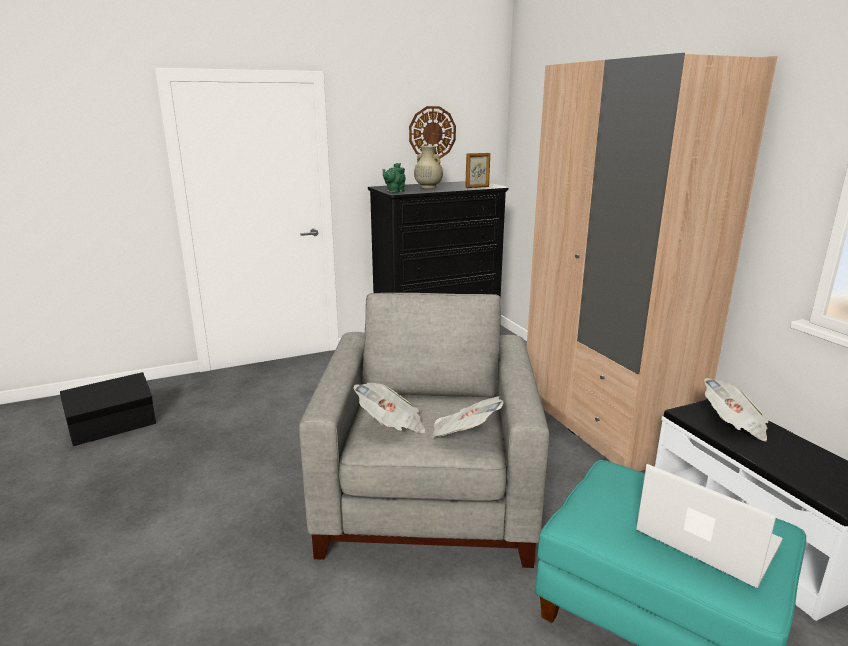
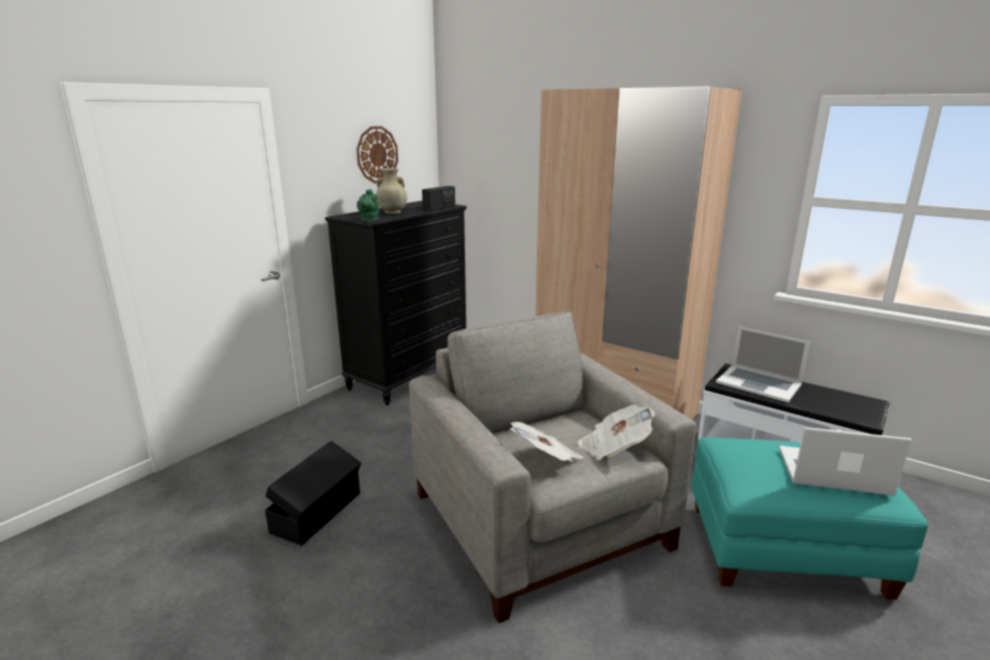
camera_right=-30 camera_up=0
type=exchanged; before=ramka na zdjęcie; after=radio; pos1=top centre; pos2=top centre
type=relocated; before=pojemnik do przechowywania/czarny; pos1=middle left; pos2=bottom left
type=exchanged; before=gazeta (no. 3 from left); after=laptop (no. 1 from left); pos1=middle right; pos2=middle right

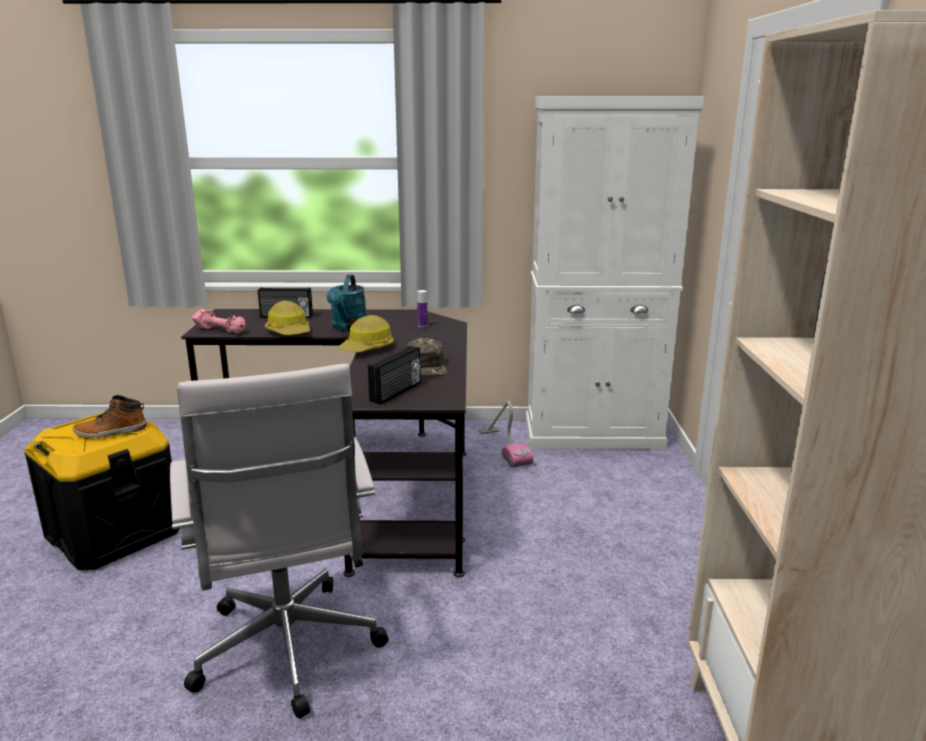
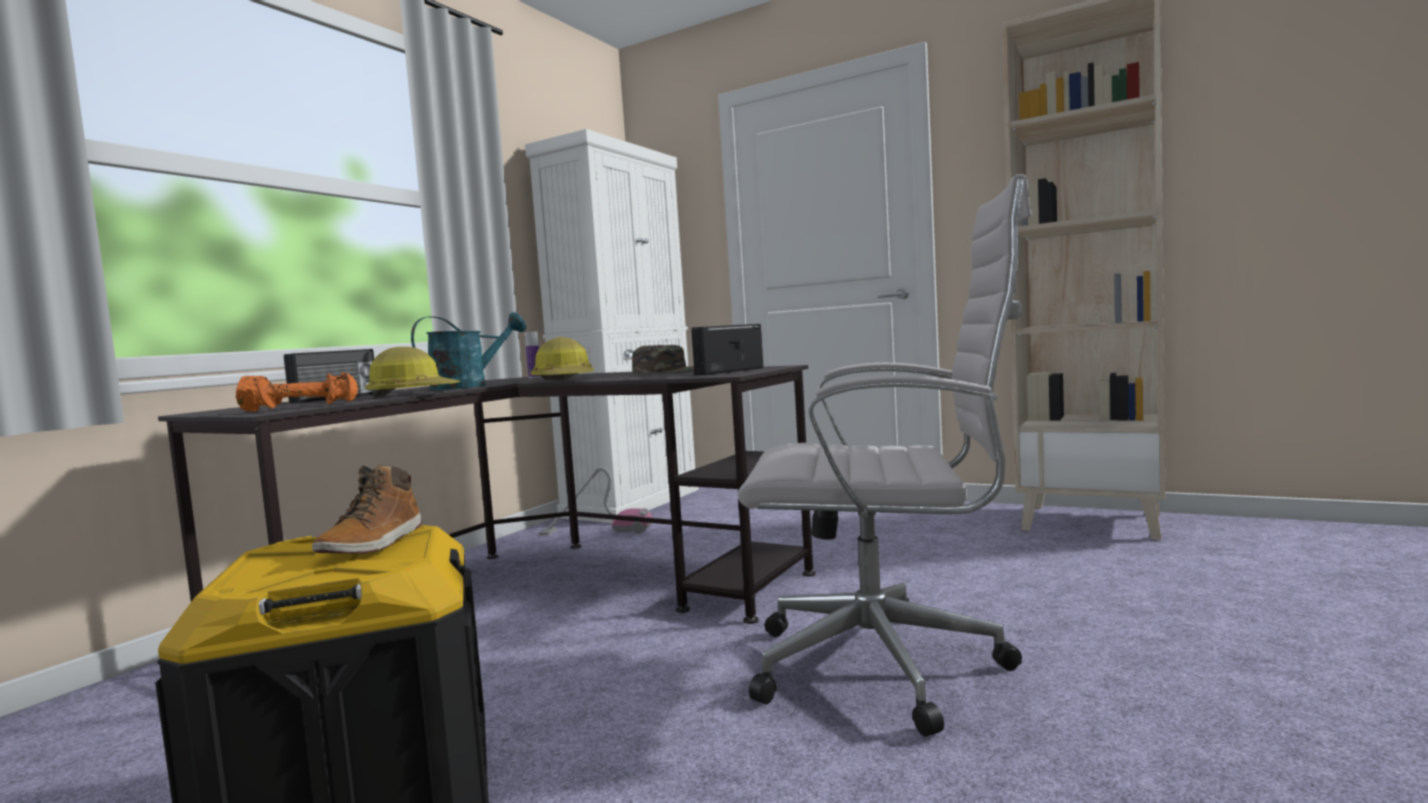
camera_right=-60 camera_up=-15
type=spun; before=konewka/turkusowy; pos1=centre; pos2=middle left; turn=-75
type=colour; before=hantel/różowy; after=hantel/pomarańczowy; pos1=middle left; pos2=middle left
type=spun; before=radio (no. 2 from left); pos1=centre; pos2=centre; turn=-105

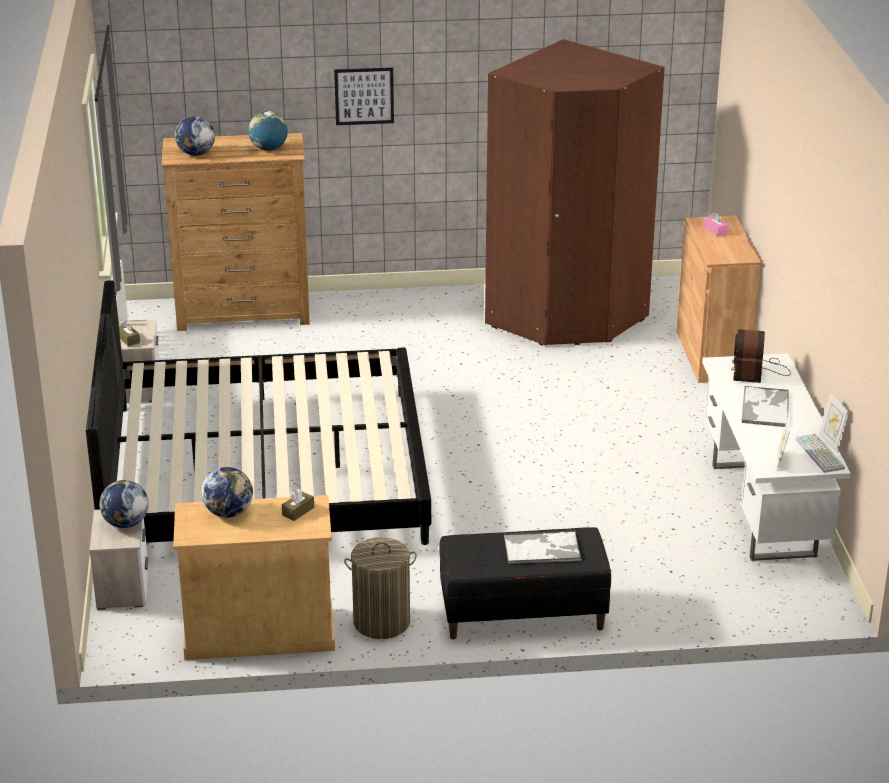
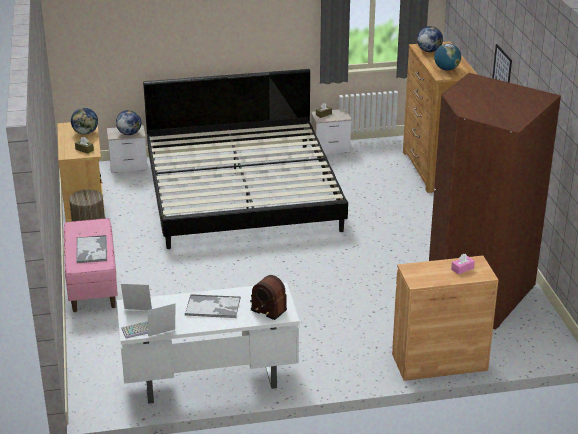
camera_right=85 camera_up=0
type=spun; before=radio; pos1=middle right; pos2=bottom centre; turn=-150
type=colour; before=ławka/czarny; after=ławka/różowy; pos1=bottom centre; pos2=middle left

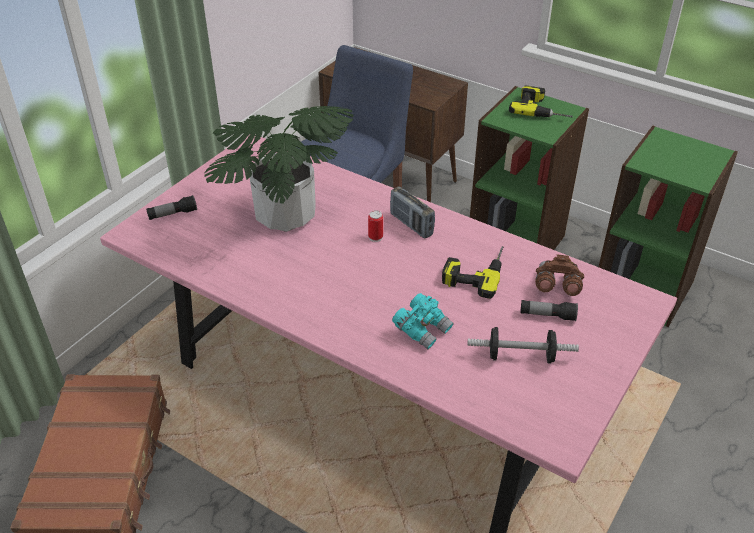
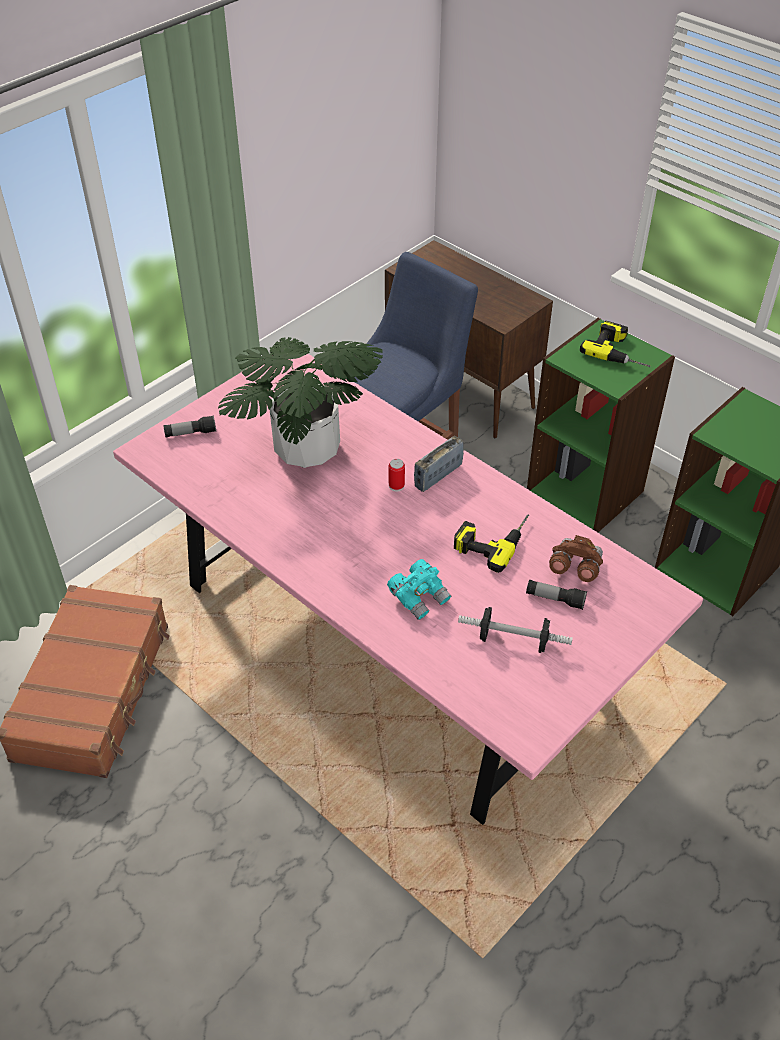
camera_right=10 camera_up=5
type=spun; before=radio; pos1=centre; pos2=centre; turn=75

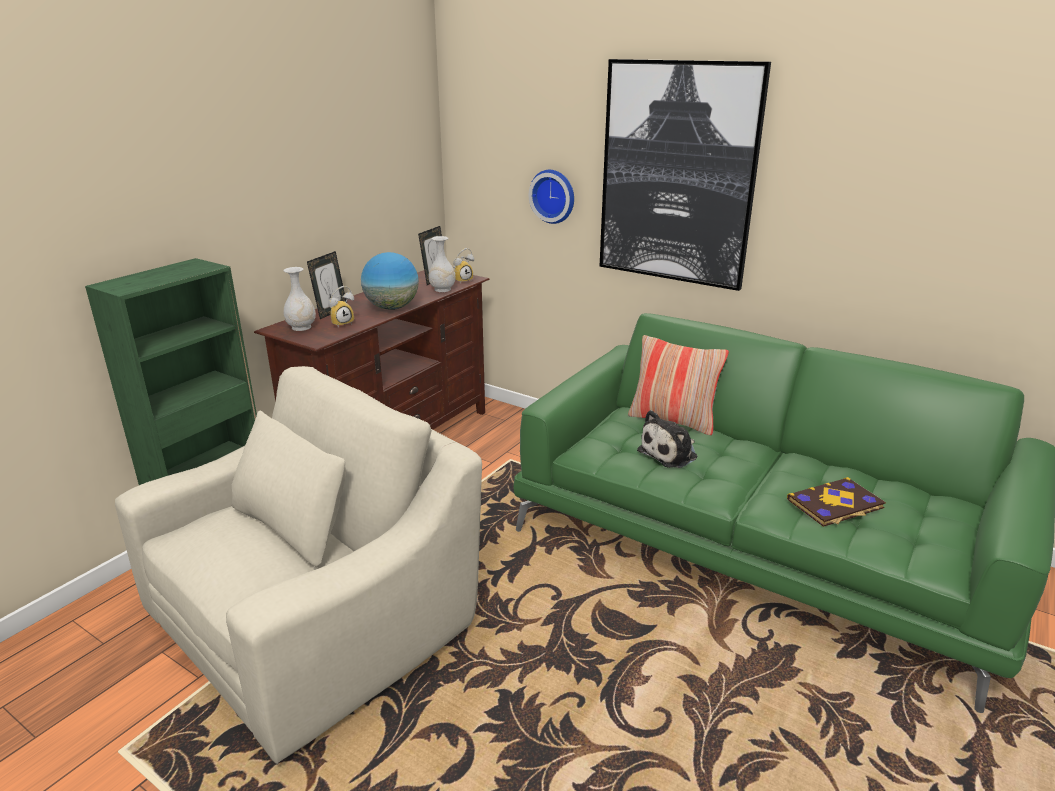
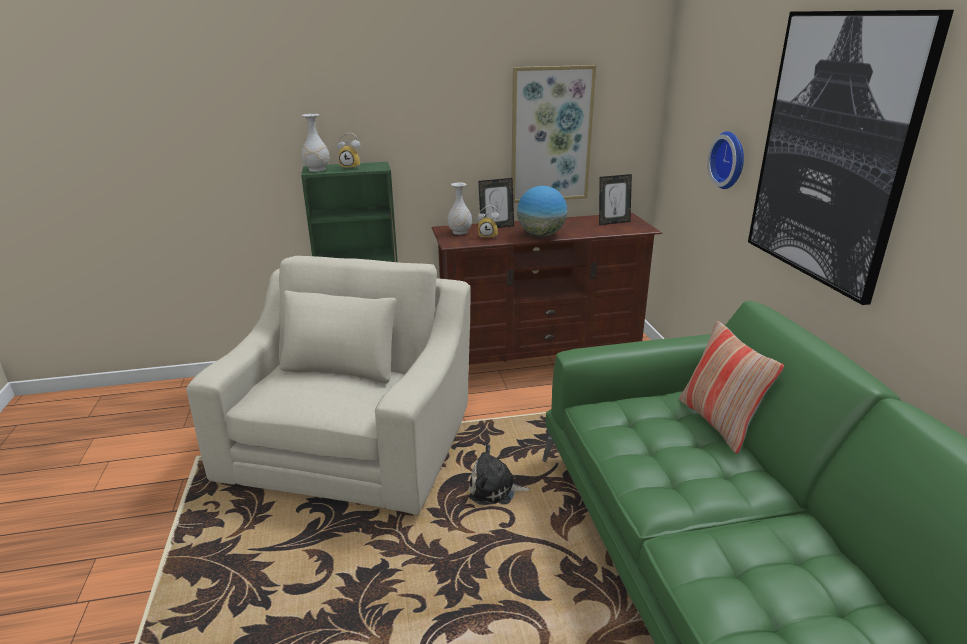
camera_right=45 camera_up=0
type=relocated; before=wazon/biały (no. 2 from left in the first image); after=wazon/biały (no. 1 from left); pos1=centre; pos2=top left
type=relocated; before=budzik (no. 2 from left in the first image); after=budzik (no. 1 from left); pos1=centre; pos2=top centre
type=spun; before=fotel/beżowy; pos1=bottom left; pos2=centre; turn=-75
type=relocated; before=pluszak; pos1=centre; pos2=bottom centre
type=missing; before=książka; pos1=middle right
type=appeared; after=obraz (no. 1 from left); pos2=top centre

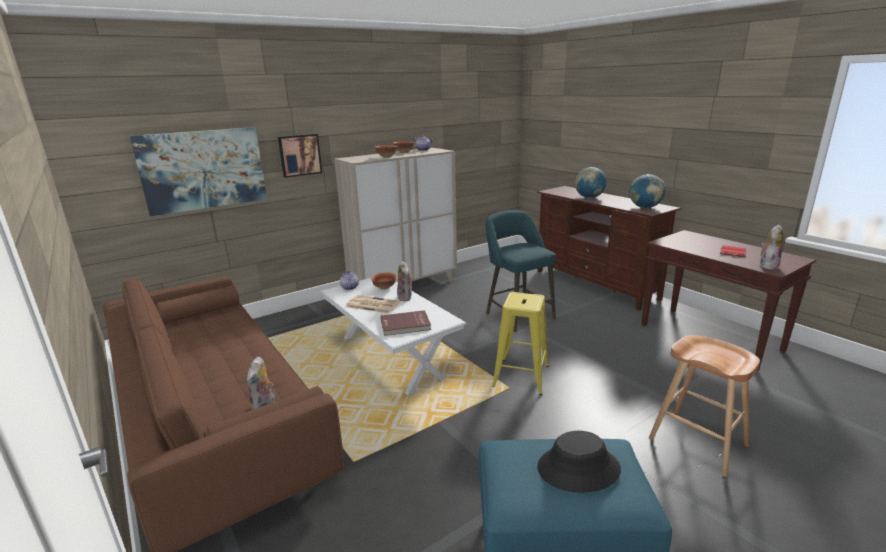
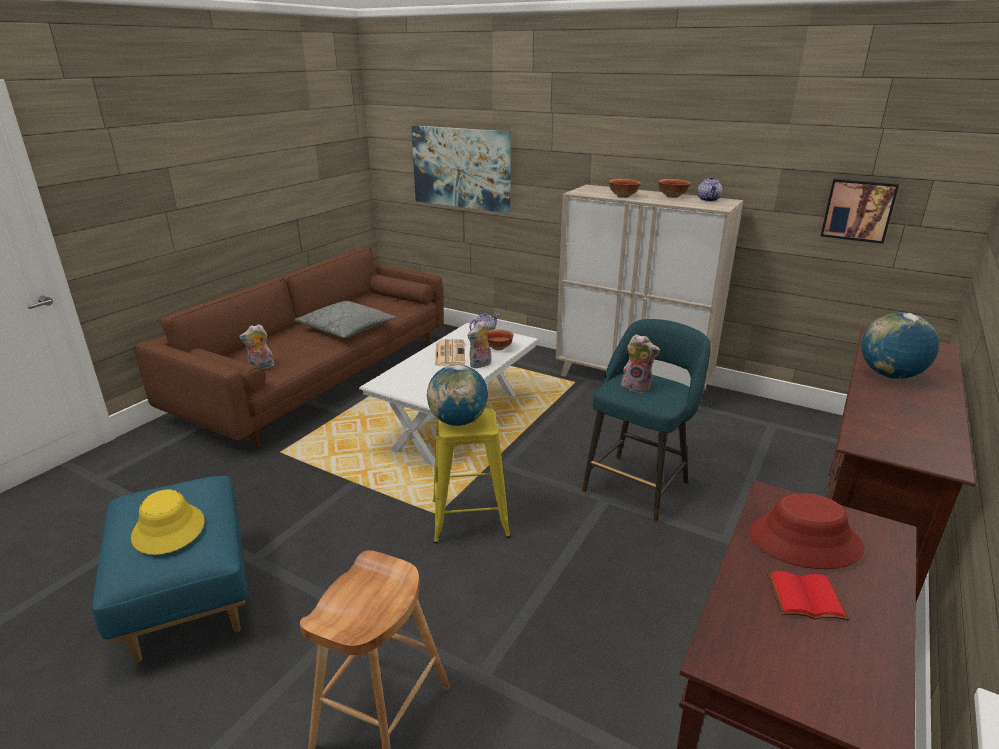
camera_right=65 camera_up=5
type=relocated; before=obraz (no. 2 from left); pos1=top centre; pos2=top right
type=relocated; before=globus (no. 2 from left in the first image); after=globus (no. 1 from left); pos1=middle right; pos2=centre
type=relocated; before=pluszak (no. 3 from left); pos1=middle right; pos2=centre
type=missing; before=książka/czerwony (no. 1 from left); pos1=centre
type=colour; before=kapelusz/czarny; after=kapelusz/żółty; pos1=bottom centre; pos2=bottom left
type=appeared; after=poduszka/szary; pos2=centre
type=appeared; after=kapelusz/czerwony; pos2=bottom right

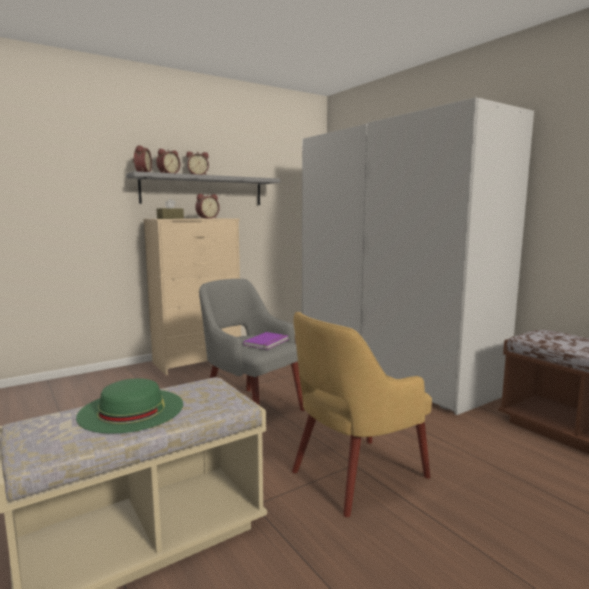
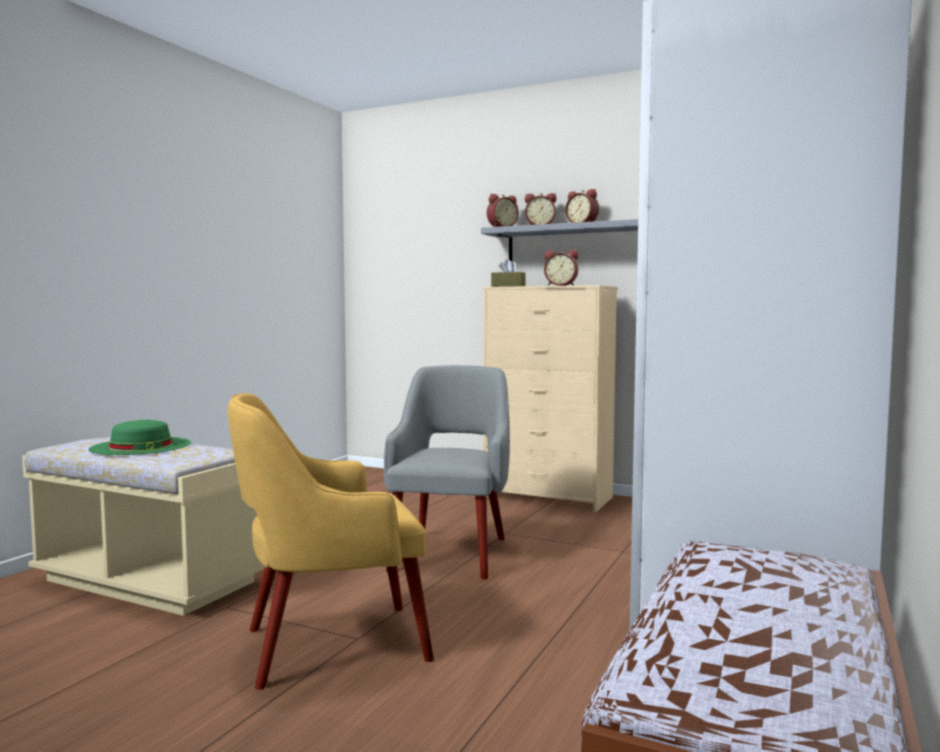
camera_right=60 camera_up=-5
type=spun; before=fotel/żółty; pos1=bottom centre; pos2=bottom centre; turn=-45
type=missing; before=książka/fioletowy; pos1=centre

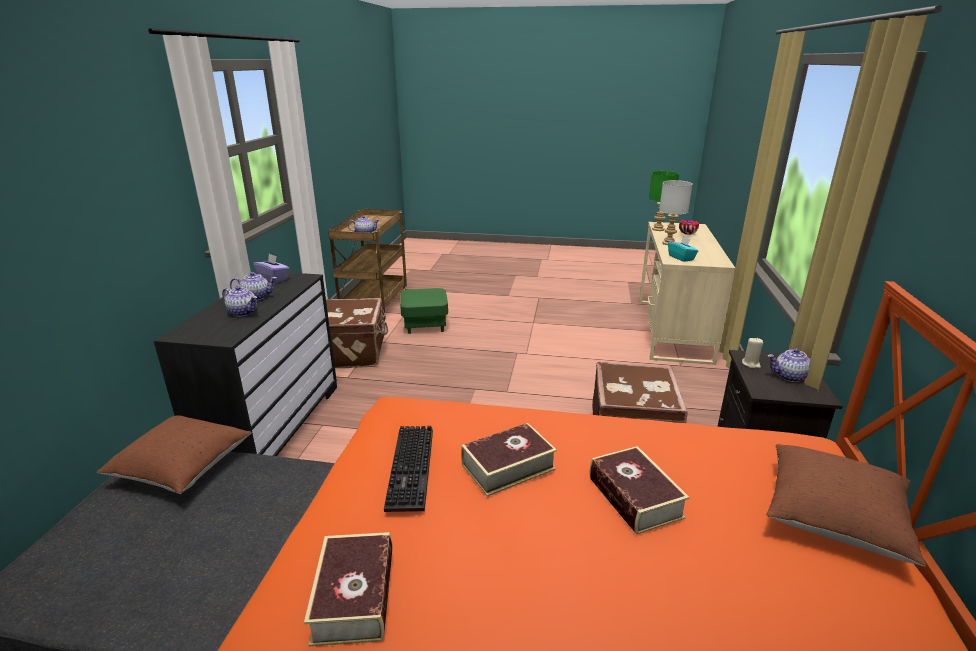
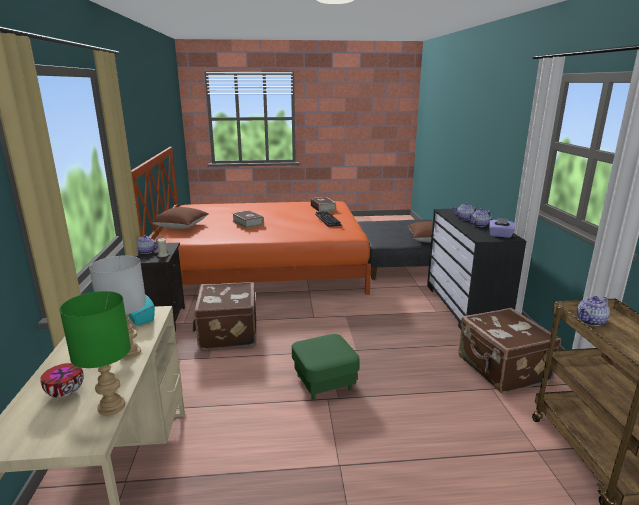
camera_right=165 camera_up=-5
type=relocated; before=pufa/zielony; pos1=centre; pos2=bottom centre
type=missing; before=książka (no. 2 from left); pos1=bottom centre

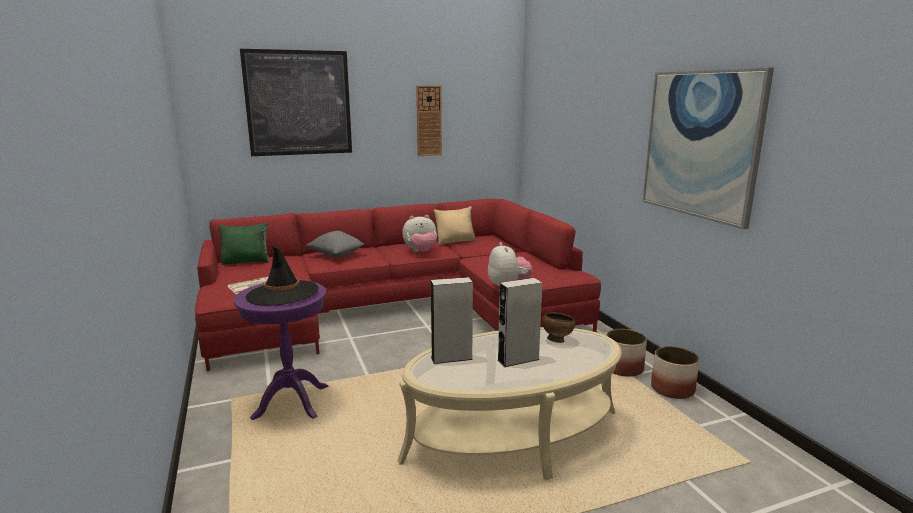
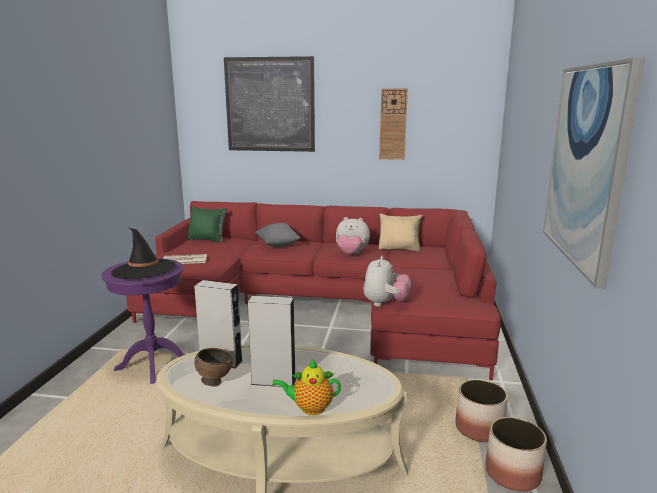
camera_right=30 camera_up=0
type=relocated; before=miska/brązowy; pos1=centre; pos2=bottom left
type=appeared; after=imbryk; pos2=bottom centre

